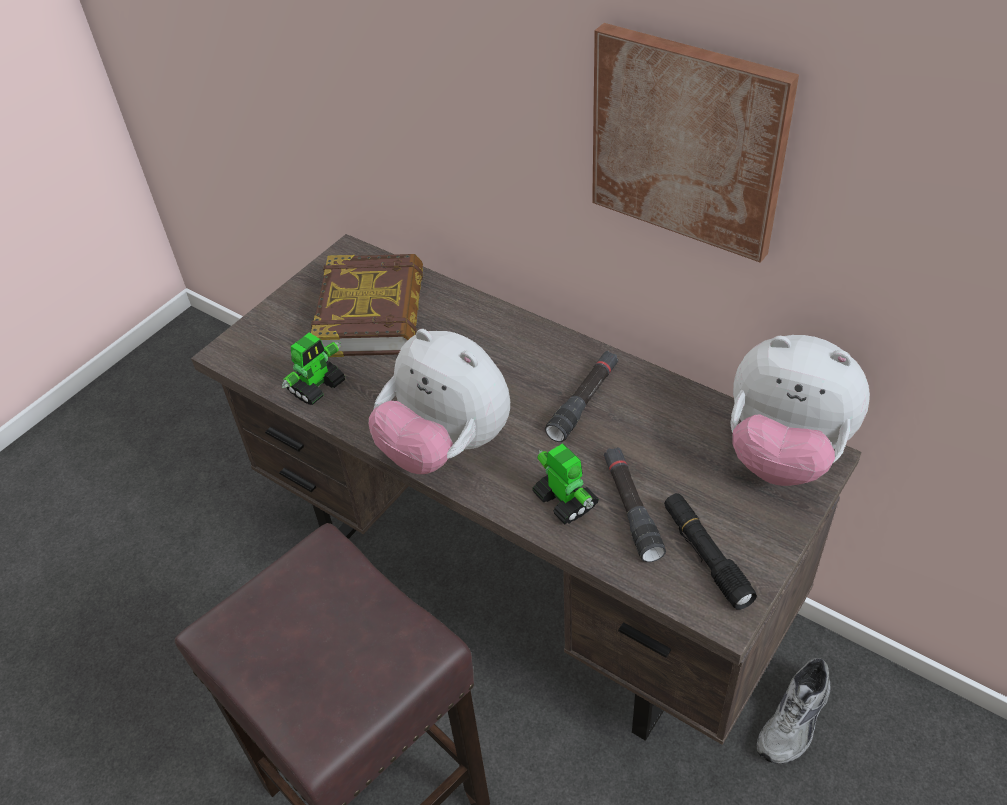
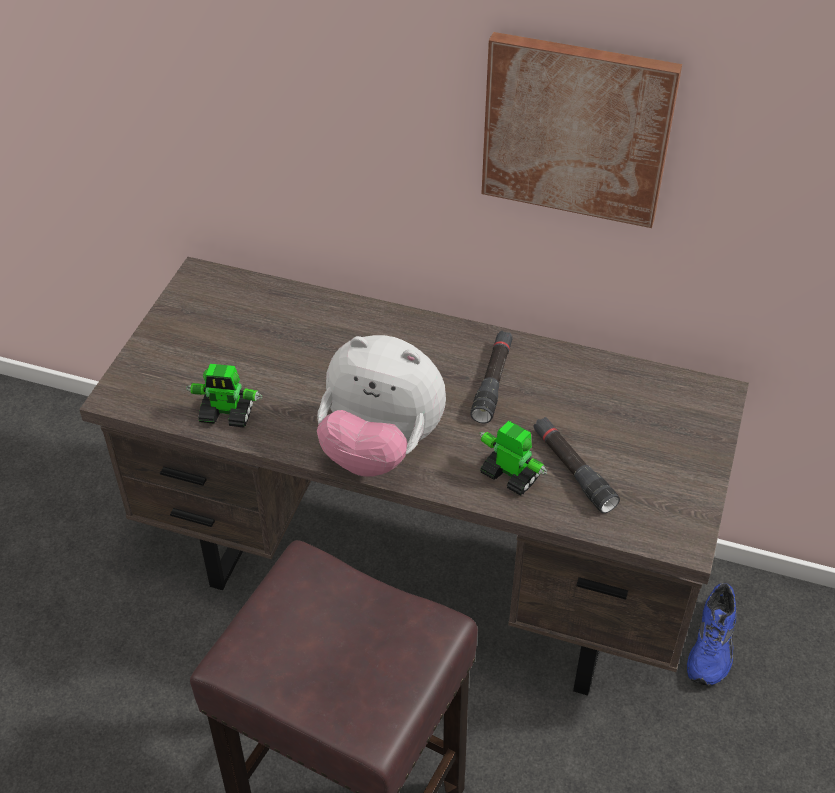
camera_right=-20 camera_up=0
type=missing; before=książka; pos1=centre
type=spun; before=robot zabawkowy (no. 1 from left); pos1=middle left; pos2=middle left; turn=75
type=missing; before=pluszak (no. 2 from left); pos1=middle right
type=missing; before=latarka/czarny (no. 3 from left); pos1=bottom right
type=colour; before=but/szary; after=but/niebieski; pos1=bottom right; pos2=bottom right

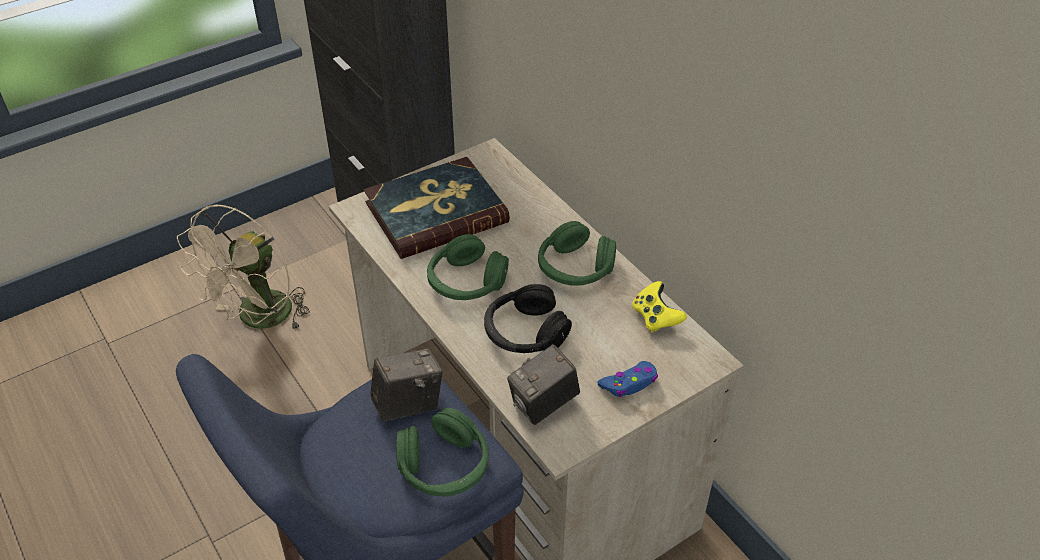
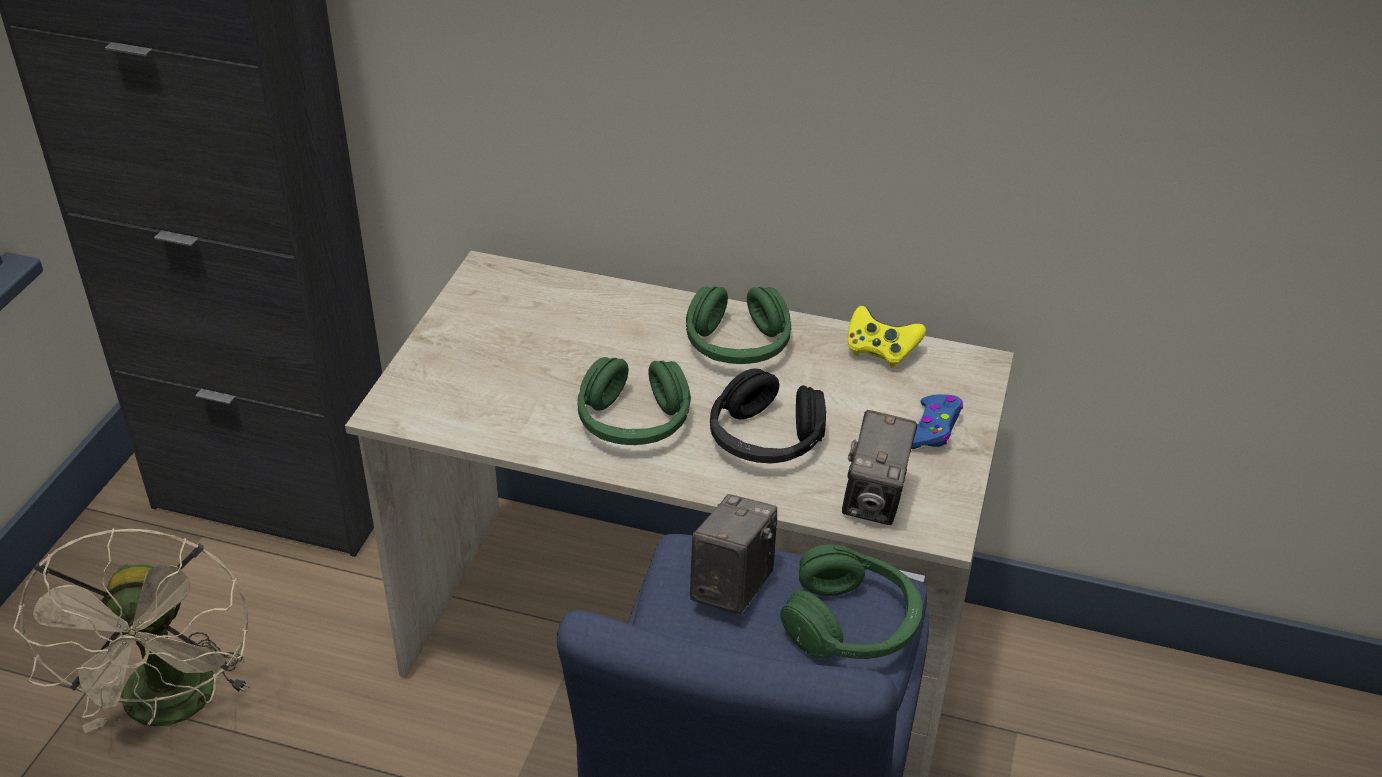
camera_right=-40 camera_up=-5
type=missing; before=książka; pos1=centre

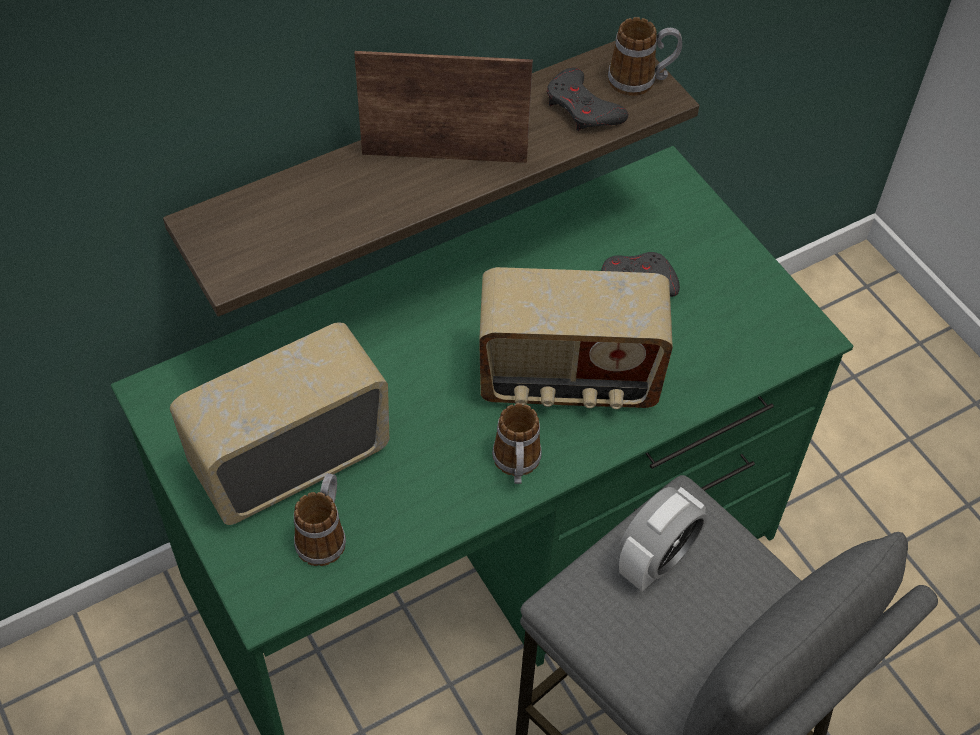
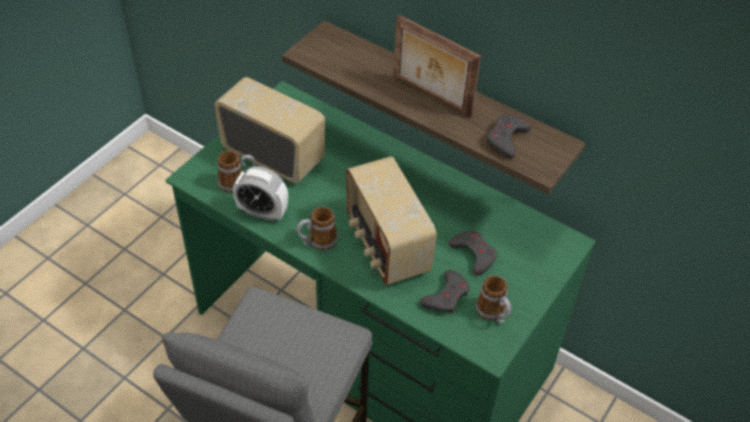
camera_right=65 camera_up=-5
type=relocated; before=kubek (no. 3 from left); pos1=top centre; pos2=bottom centre
type=spun; before=ramka na zdjęcie; pos1=top centre; pos2=top centre; turn=150
type=relocated; before=budzik; pos1=bottom right; pos2=centre
type=appeared; after=pad do gier/szary (no. 1 from left); pos2=bottom centre

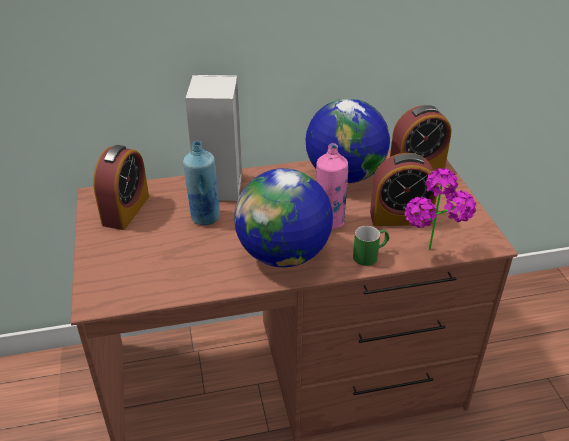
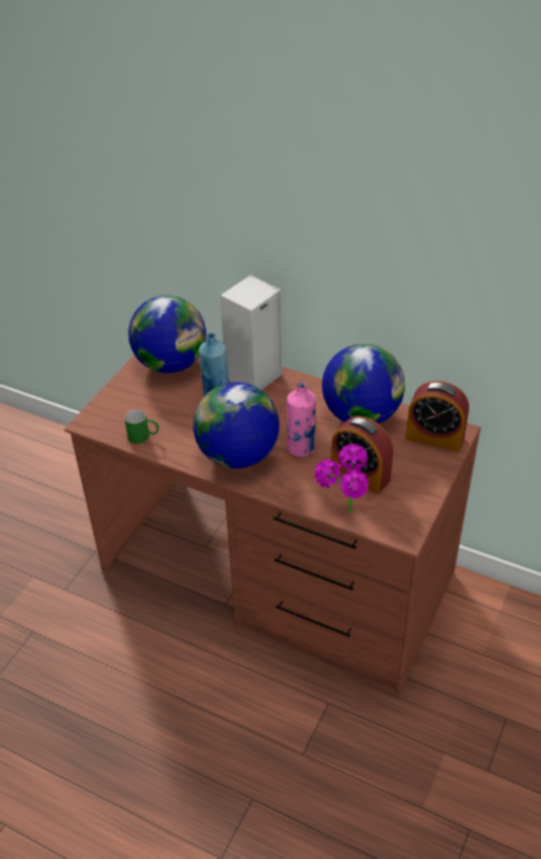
camera_right=40 camera_up=5
type=exchanged; before=budzik (no. 1 from left); after=globus (no. 1 from left); pos1=middle left; pos2=middle left
type=relocated; before=kubek/zielony; pos1=centre; pos2=middle left

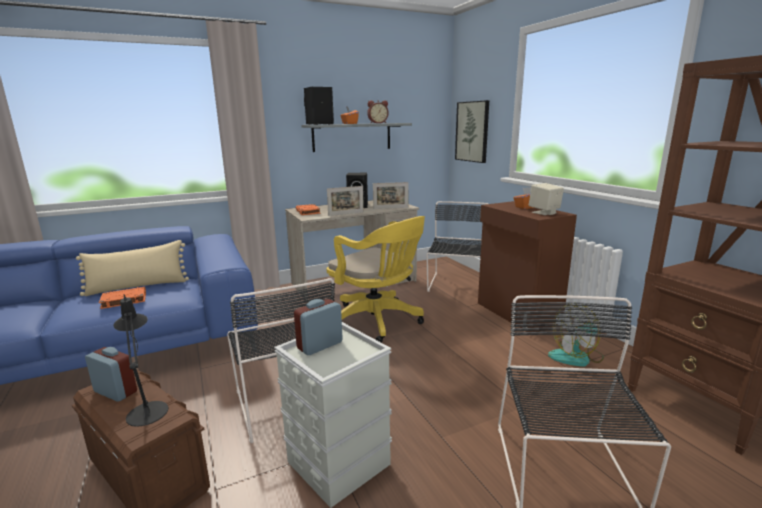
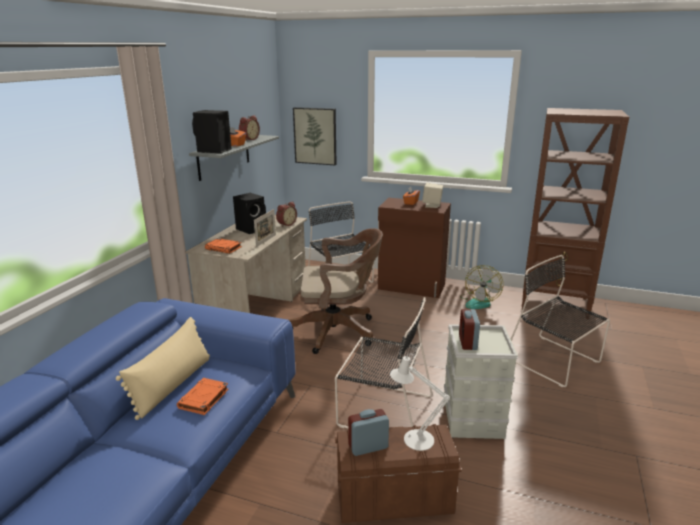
camera_right=-45 camera_up=5
type=exchanged; before=ramka na zdjęcie (no. 2 from left); after=budzik (no. 2 from left); pos1=centre; pos2=centre
type=colour; before=krzesło biurowe/żółty; after=krzesło biurowe/brązowy; pos1=centre; pos2=centre
type=colour; before=lampa stołowa/czarny; after=lampa stołowa/biały; pos1=bottom left; pos2=bottom centre

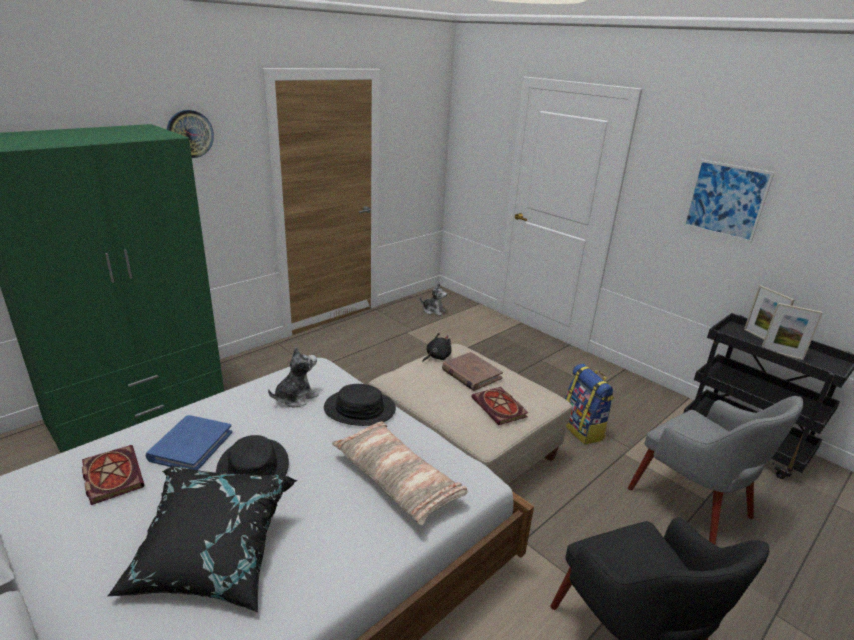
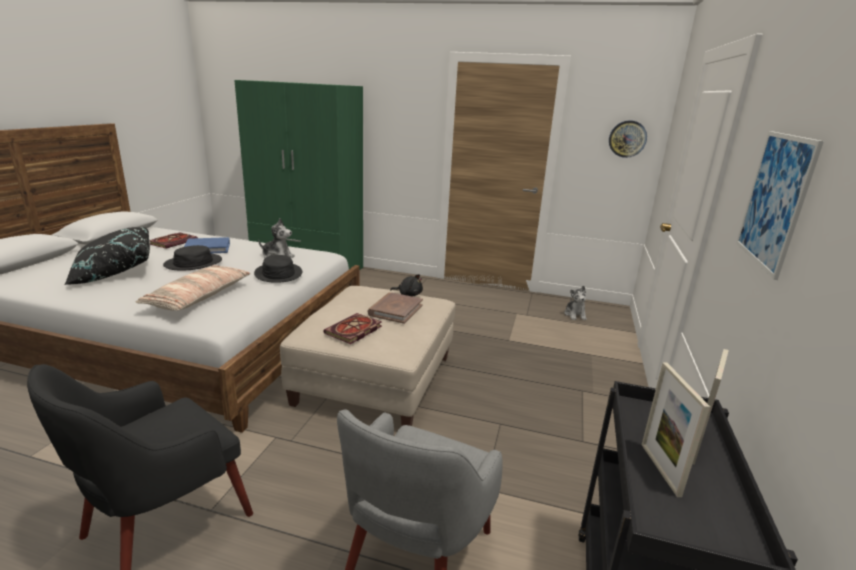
camera_right=60 camera_up=-5
type=relocated; before=zegar ścienny; pos1=top left; pos2=top right
type=missing; before=plecak; pos1=middle right

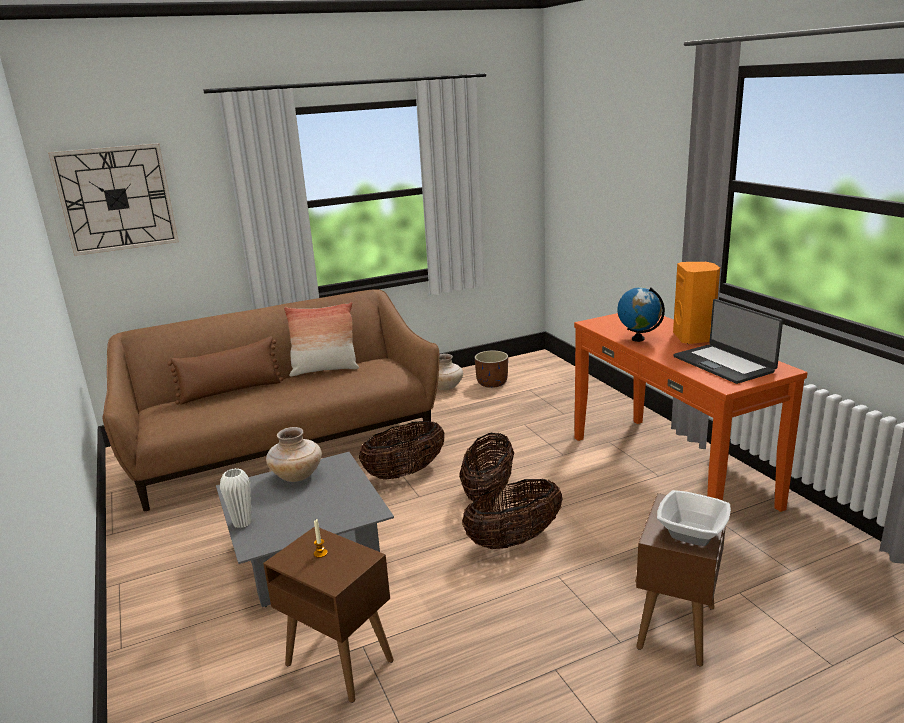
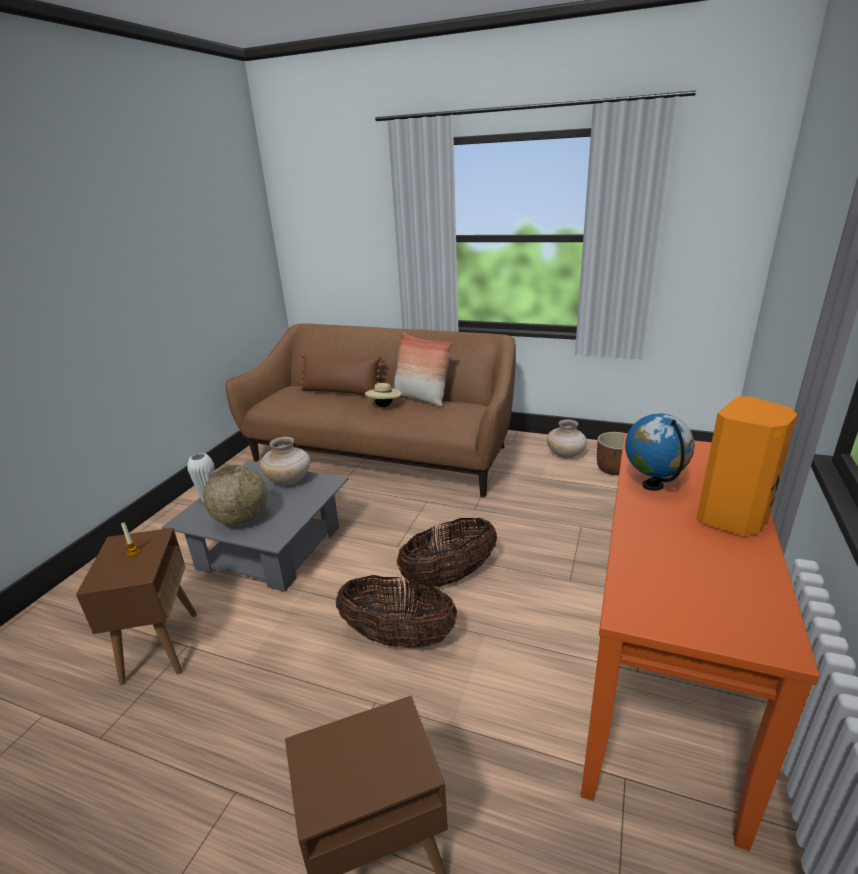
camera_right=45 camera_up=5
type=missing; before=zegar ścienny; pos1=top left
type=missing; before=laptop; pos1=middle right
type=missing; before=koszyk (no. 1 from left); pos1=centre
type=missing; before=miska; pos1=bottom right
type=appeared; after=kapelusz/beżowy; pos2=centre
type=appeared; after=globus (no. 1 from left); pos2=middle left

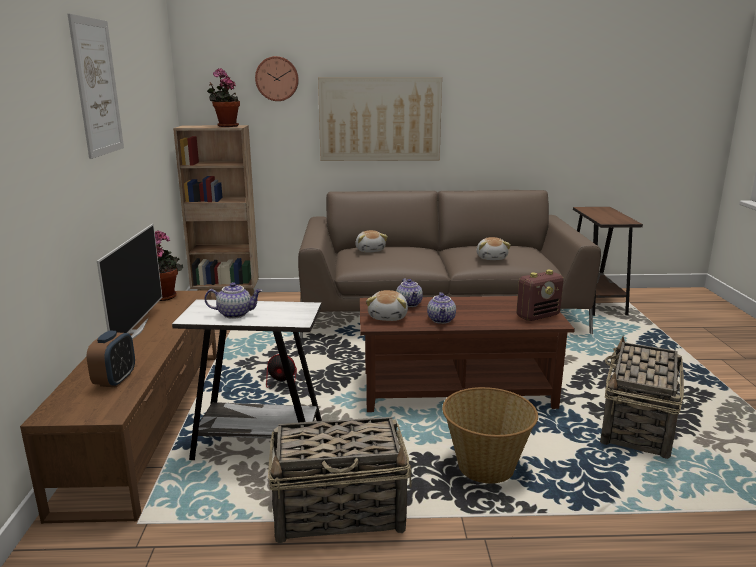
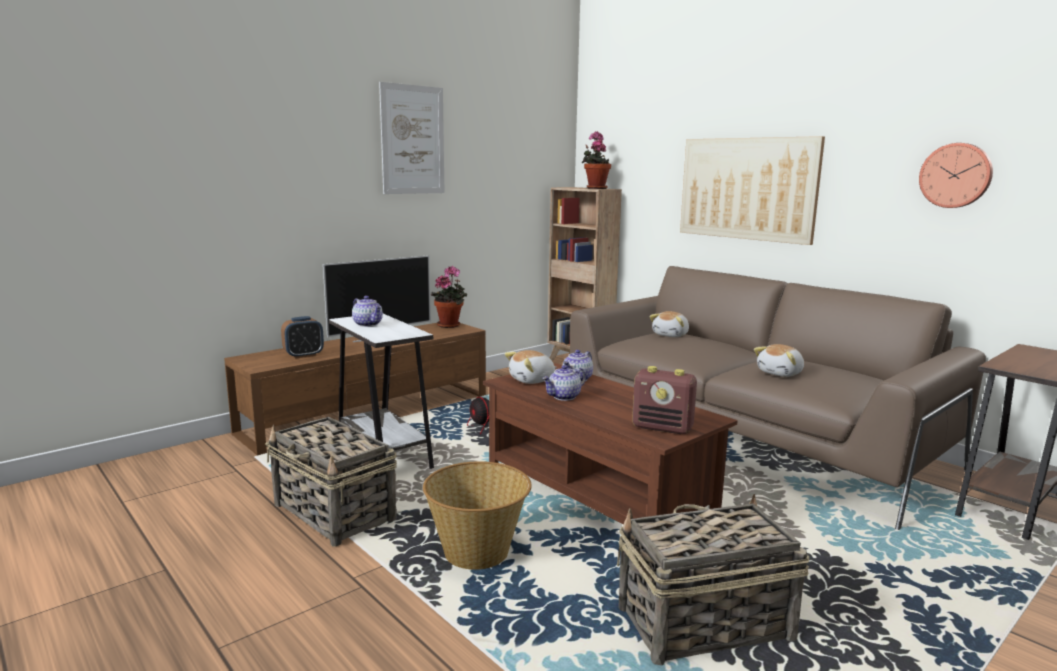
camera_right=50 camera_up=-5
type=relocated; before=zegar ścienny; pos1=top centre; pos2=top right

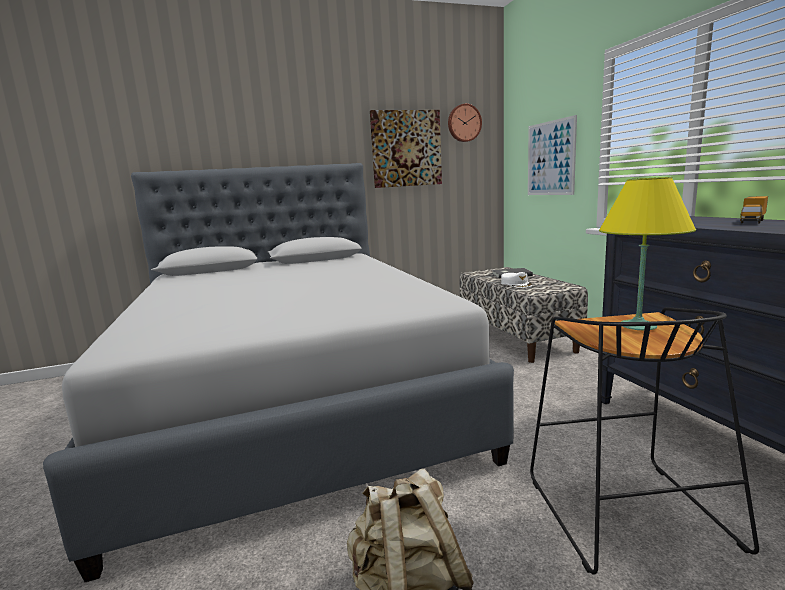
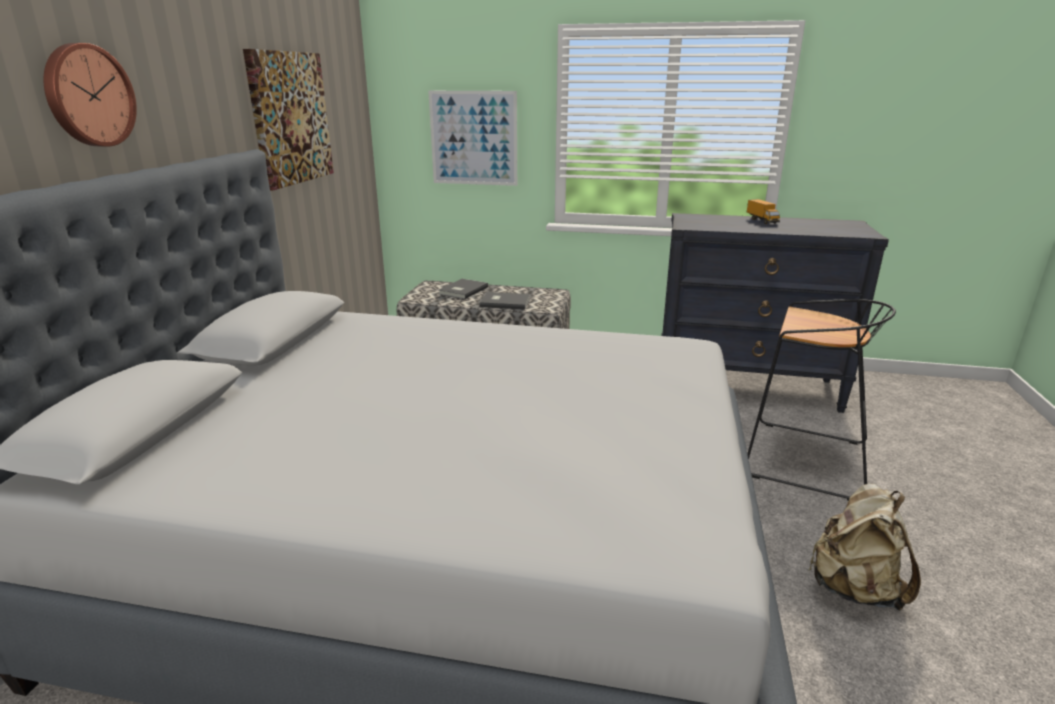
camera_right=-60 camera_up=10
type=relocated; before=zegar ścienny; pos1=top centre; pos2=top left
type=missing; before=lampa stołowa/żółty; pos1=middle right
type=exchanged; before=czapka z daszkiem/biały; after=książka/szary (no. 2 from left); pos1=centre; pos2=centre

